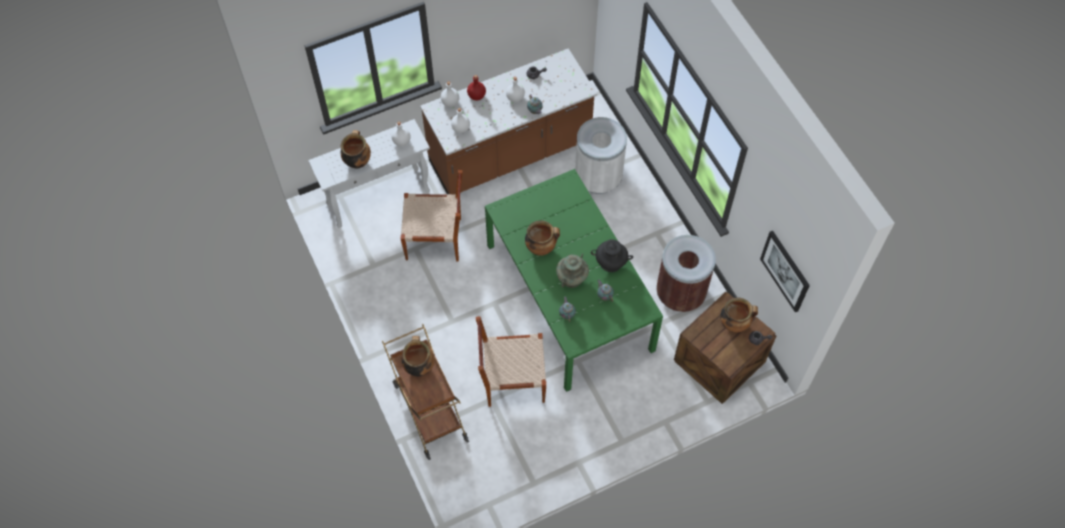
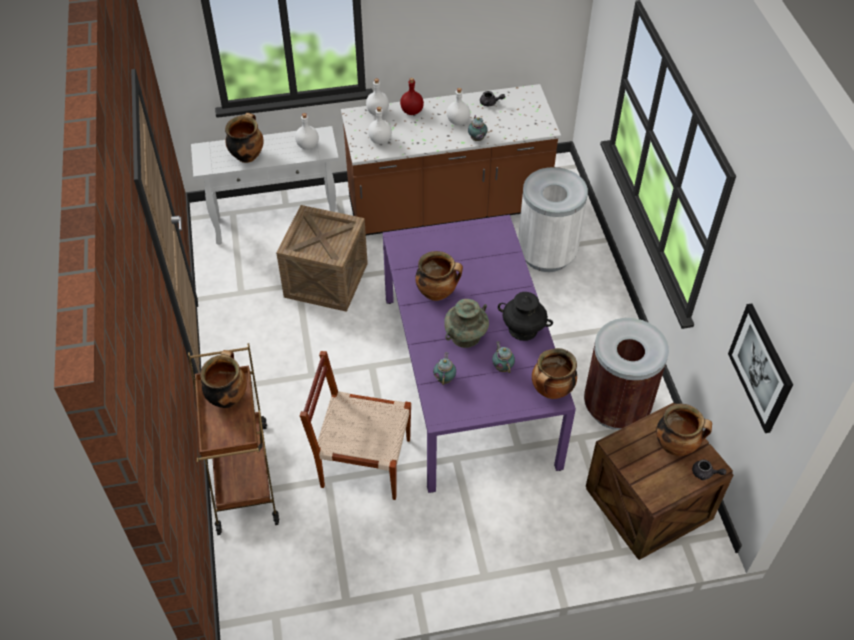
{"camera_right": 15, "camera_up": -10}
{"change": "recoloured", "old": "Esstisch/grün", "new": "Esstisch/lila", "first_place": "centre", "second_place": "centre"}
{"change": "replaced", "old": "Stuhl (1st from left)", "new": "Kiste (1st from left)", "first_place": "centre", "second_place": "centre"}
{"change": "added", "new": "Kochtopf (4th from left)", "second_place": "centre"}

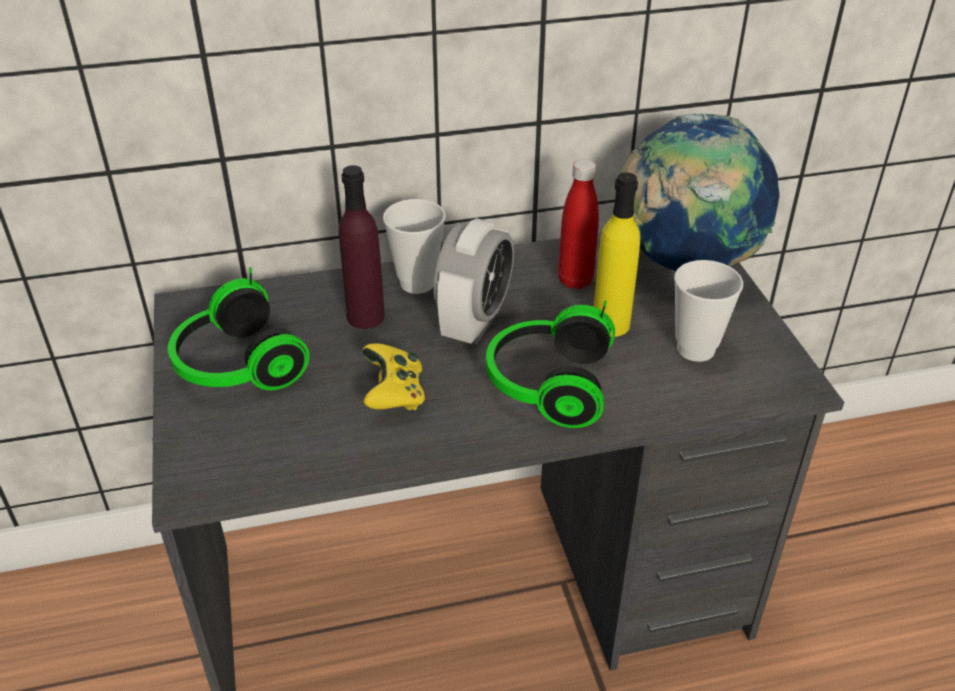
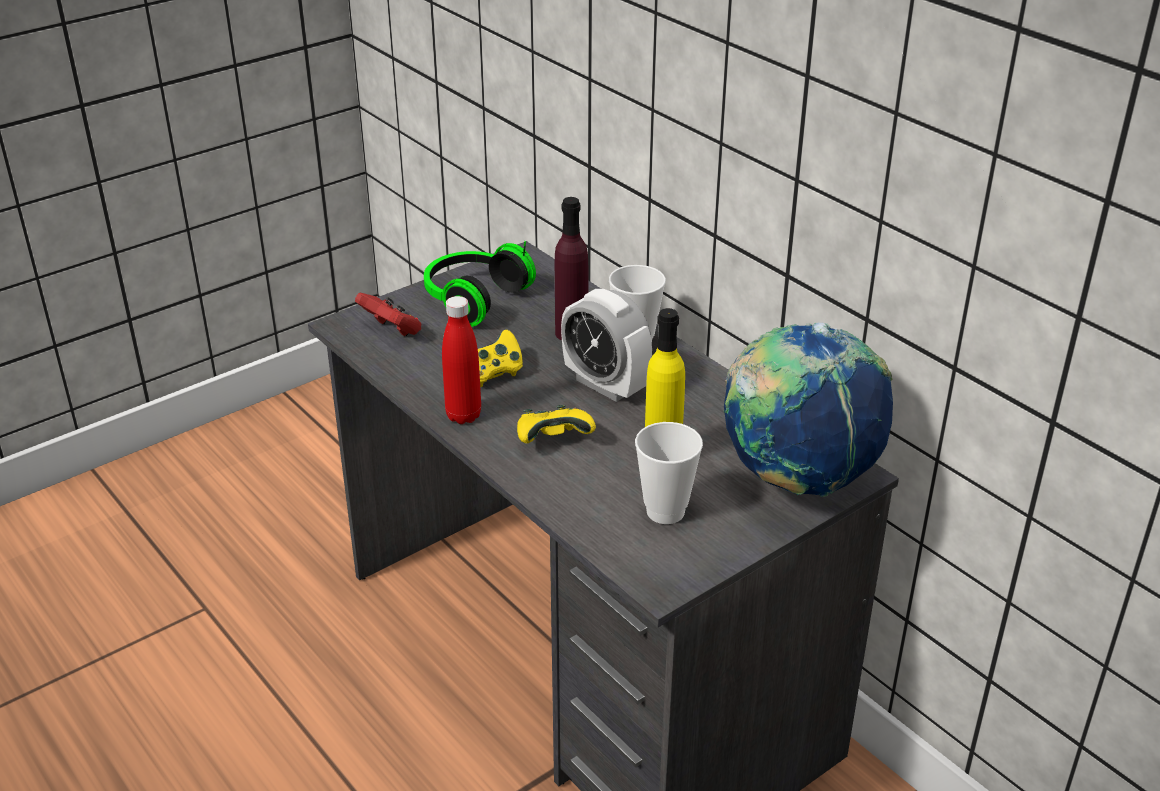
{"camera_right": 65, "camera_up": -5}
{"change": "moved", "old": "Flasche/rot", "first_place": "top centre", "second_place": "centre"}
{"change": "turned", "old": "Wecker", "first_place": "centre", "second_place": "centre", "degrees": 45}
{"change": "replaced", "old": "Kopfhörer (2nd from left)", "new": "Gamepad/gelb (2nd from left)", "first_place": "centre", "second_place": "centre"}
{"change": "added", "new": "Gamepad/rot", "second_place": "centre"}

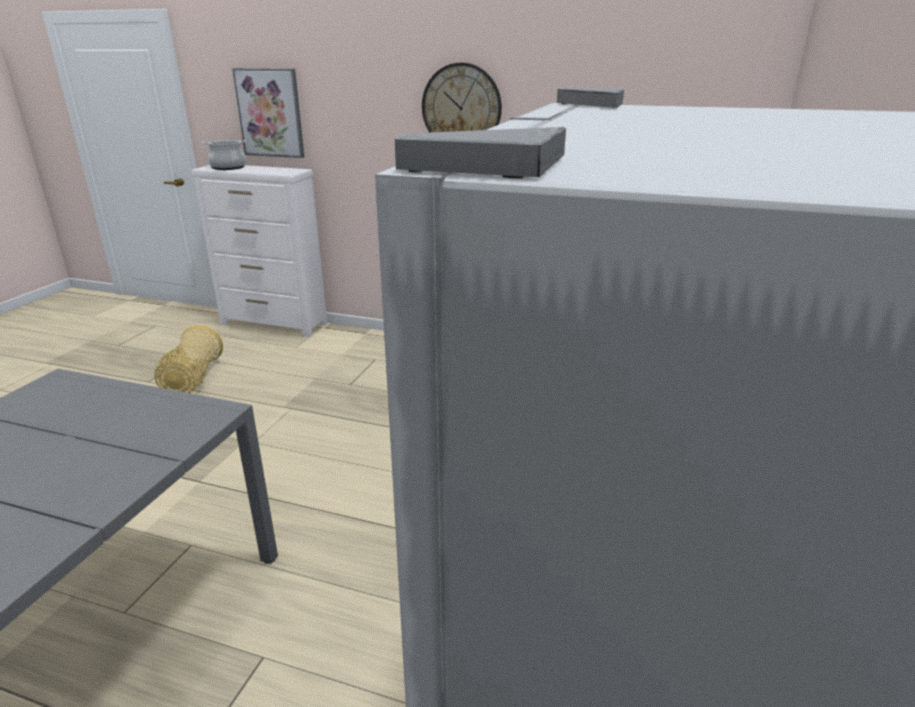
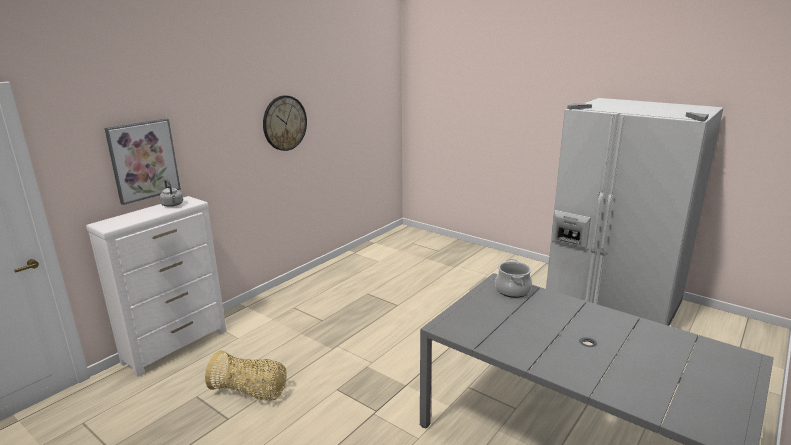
{"camera_right": -70, "camera_up": -5}
{"change": "moved", "old": "Kochtopf", "first_place": "top left", "second_place": "centre"}
{"change": "added", "new": "Wasserkessel/grau", "second_place": "middle left"}

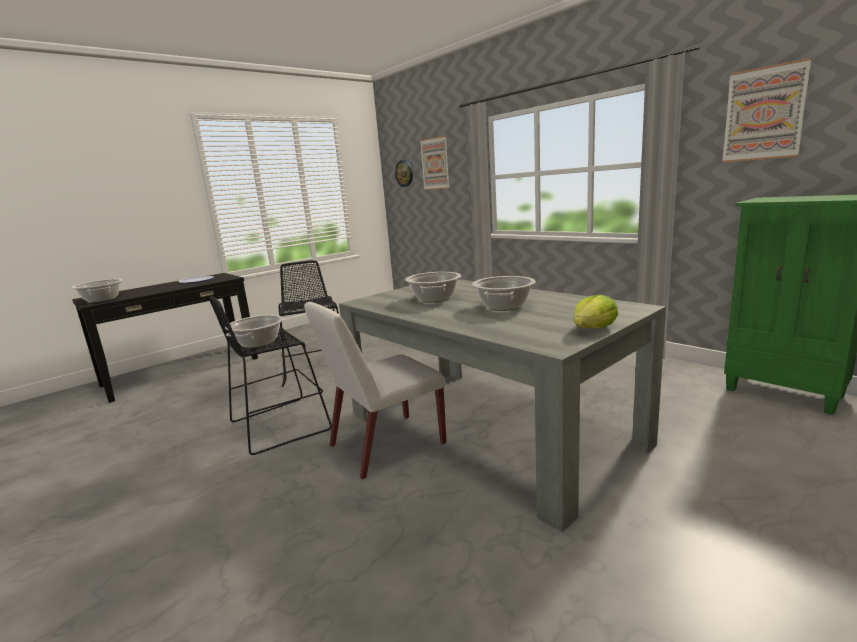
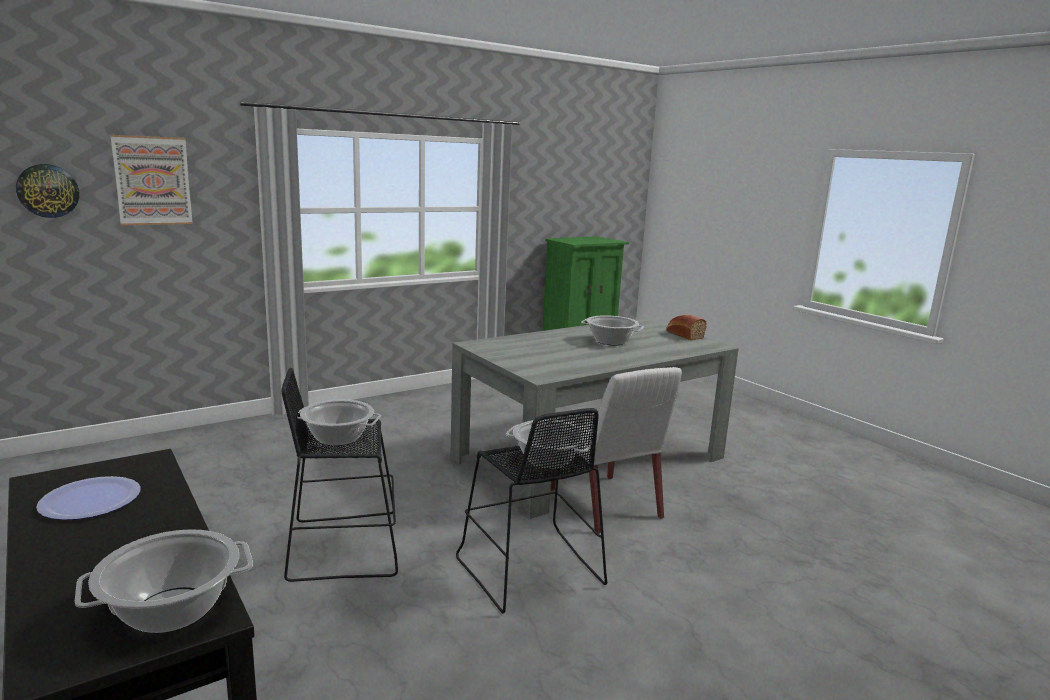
{"camera_right": -85, "camera_up": 0}
{"change": "removed", "old": "Bild (2nd from left)", "first_place": "top right"}
{"change": "moved", "old": "Kochtopf (3rd from left in the first image)", "new": "Kochtopf (2nd from left)", "first_place": "centre", "second_place": "middle left"}
{"change": "replaced", "old": "Salatkopf", "new": "Brot", "first_place": "middle right", "second_place": "centre"}

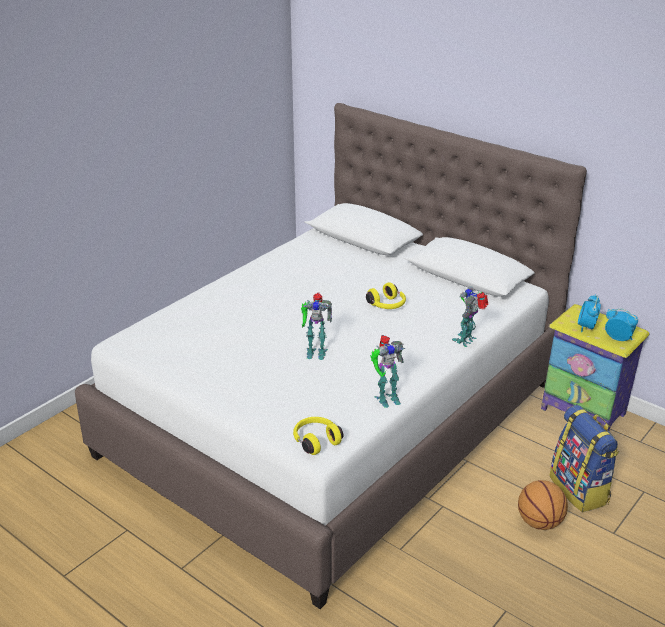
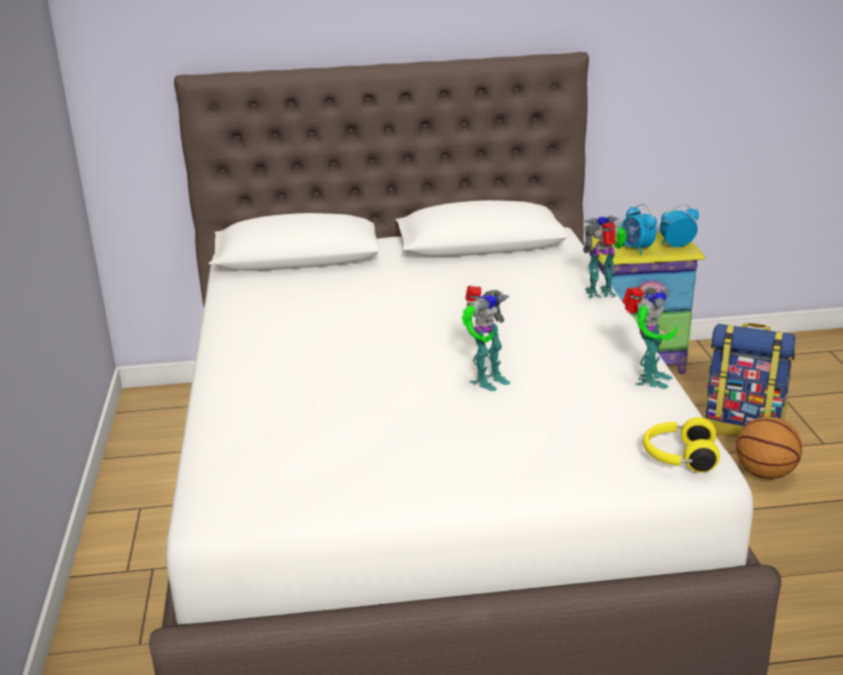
{"camera_right": -45, "camera_up": -5}
{"change": "removed", "old": "Kopfhörer/gelb (2nd from left)", "first_place": "centre"}
{"change": "turned", "old": "Spielzeugroboter (3rd from left in the first image)", "first_place": "middle right", "second_place": "middle right", "degrees": 90}

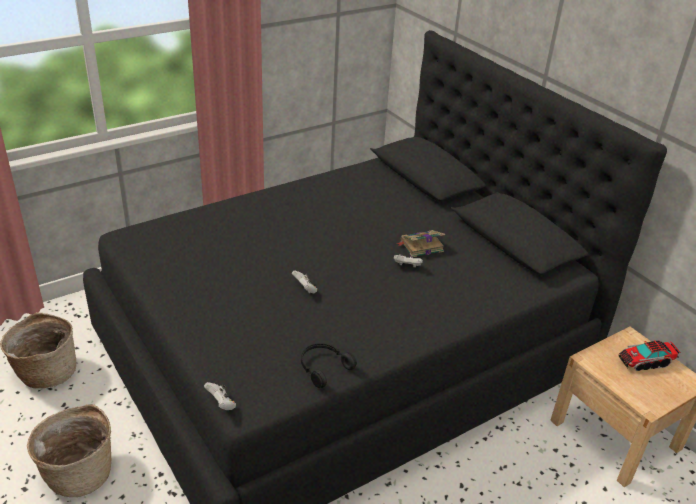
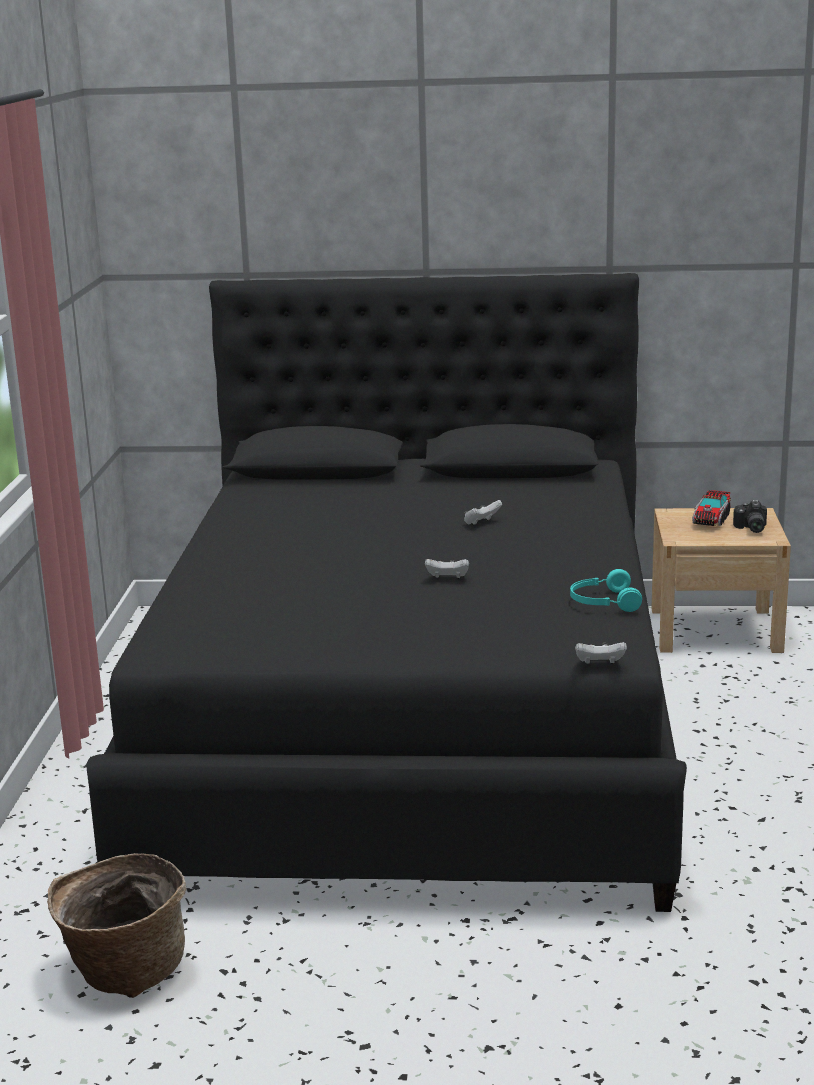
{"camera_right": -50, "camera_up": -15}
{"change": "removed", "old": "Buch", "first_place": "centre"}
{"change": "recoloured", "old": "Kopfhörer/schwarz", "new": "Kopfhörer/türkis", "first_place": "bottom centre", "second_place": "middle right"}
{"change": "removed", "old": "Korb (2nd from left)", "first_place": "bottom left"}
{"change": "added", "new": "Kamera", "second_place": "middle right"}

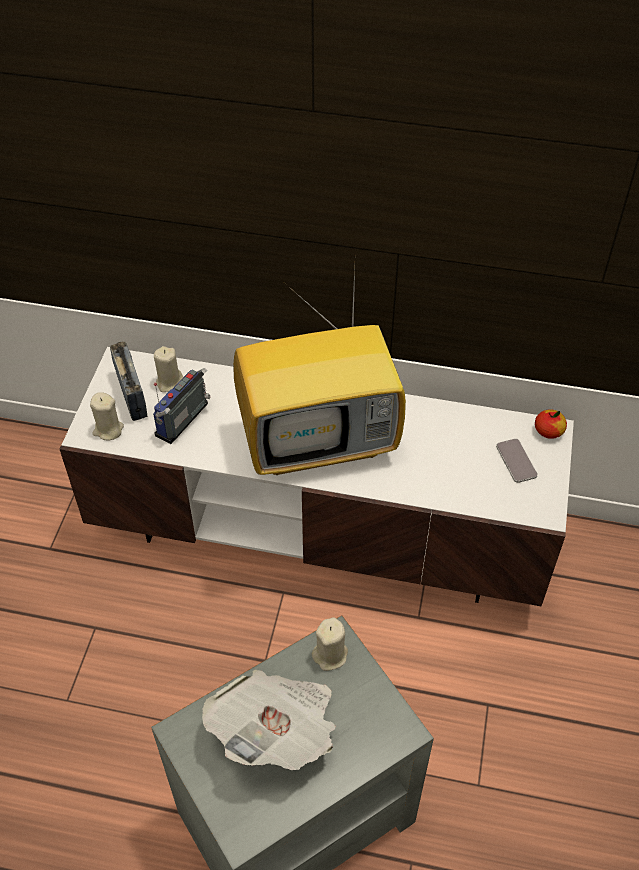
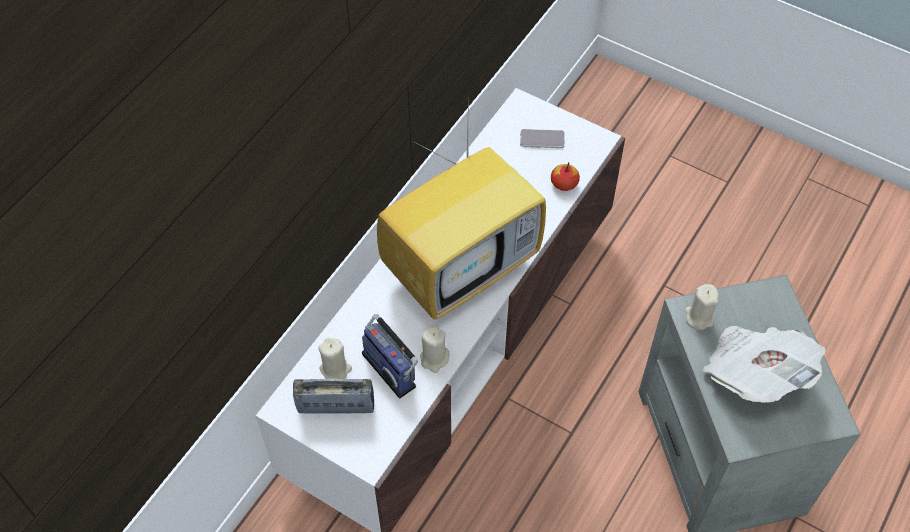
{"camera_right": -70, "camera_up": 5}
{"change": "turned", "old": "Fernseher", "first_place": "centre", "second_place": "centre", "degrees": 45}
{"change": "moved", "old": "Kerze/beige (1st from left in the first image)", "new": "Kerze/beige (2nd from left)", "first_place": "middle left", "second_place": "centre"}
{"change": "moved", "old": "Apfel", "first_place": "middle right", "second_place": "top centre"}

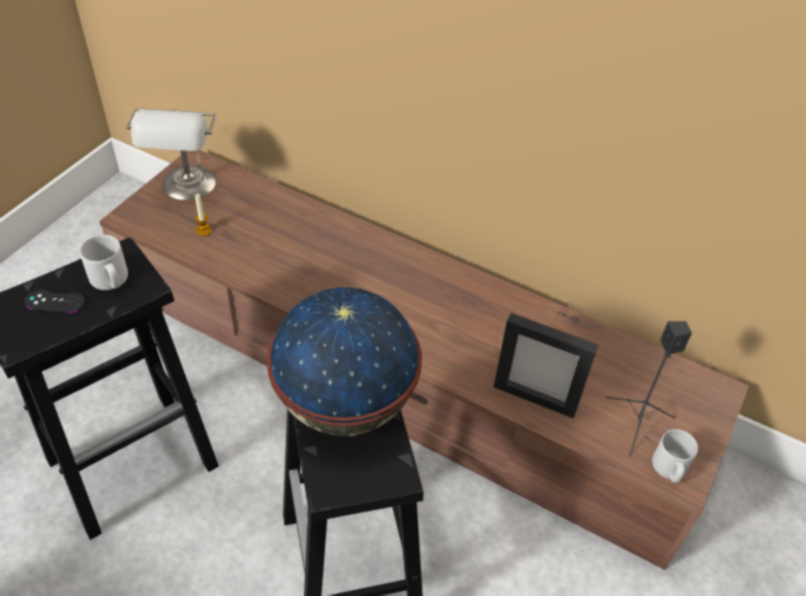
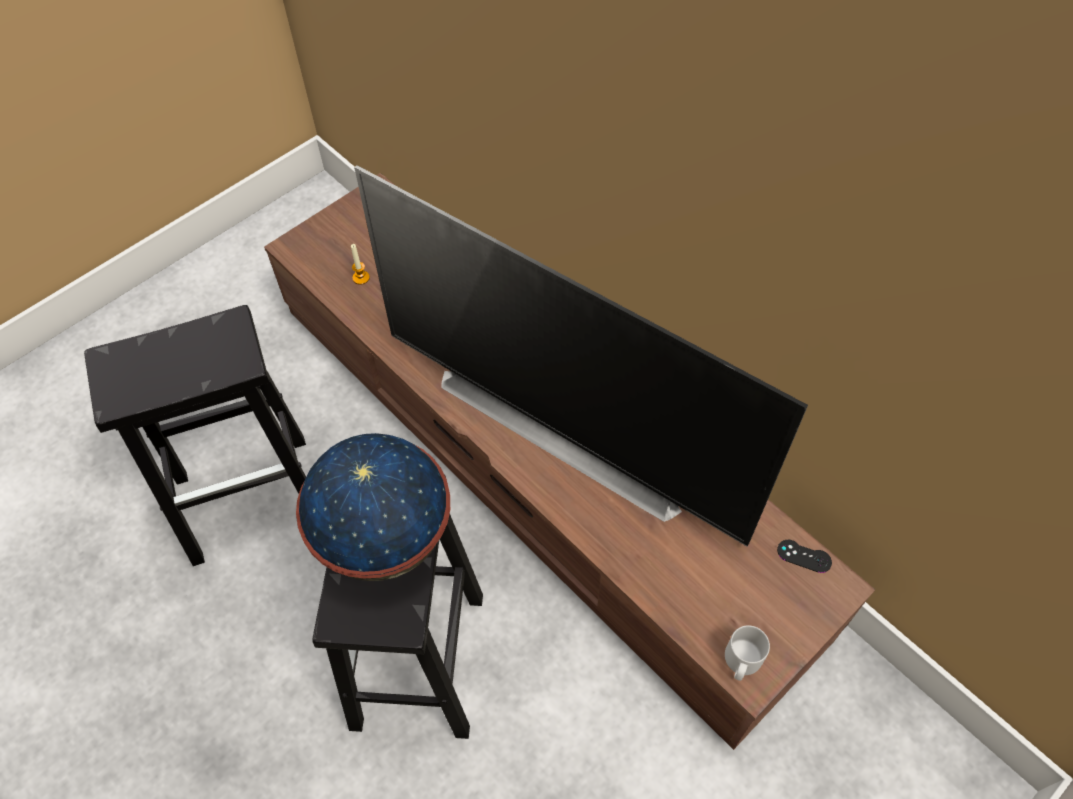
{"camera_right": 20, "camera_up": 10}
{"change": "removed", "old": "Tischlampe/weiß", "first_place": "top left"}
{"change": "removed", "old": "Henkelbecher/grau (1st from left)", "first_place": "middle left"}
{"change": "moved", "old": "Gamepad/schwarz", "first_place": "middle left", "second_place": "bottom right"}
{"change": "removed", "old": "Bilderrahmen", "first_place": "middle right"}
{"change": "removed", "old": "Lautsprecher/schwarz", "first_place": "middle right"}
{"change": "added", "new": "Fernseher", "second_place": "centre"}

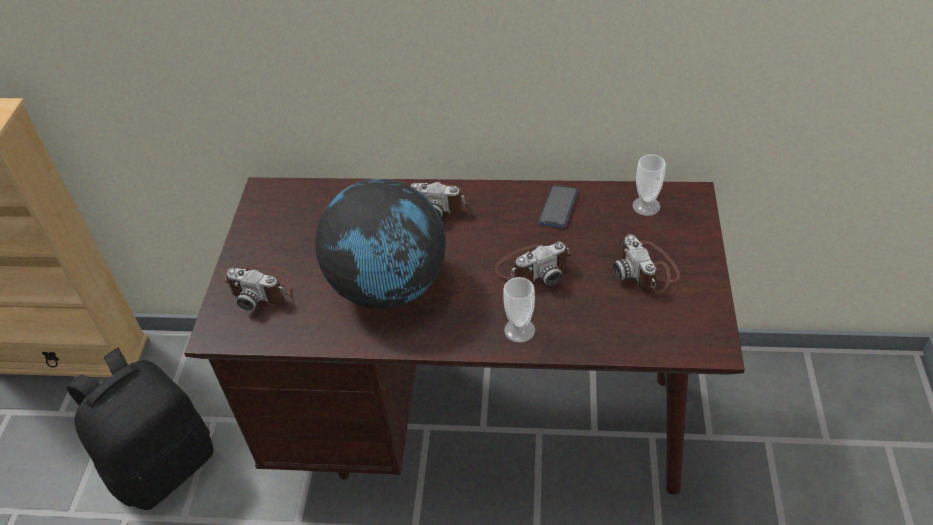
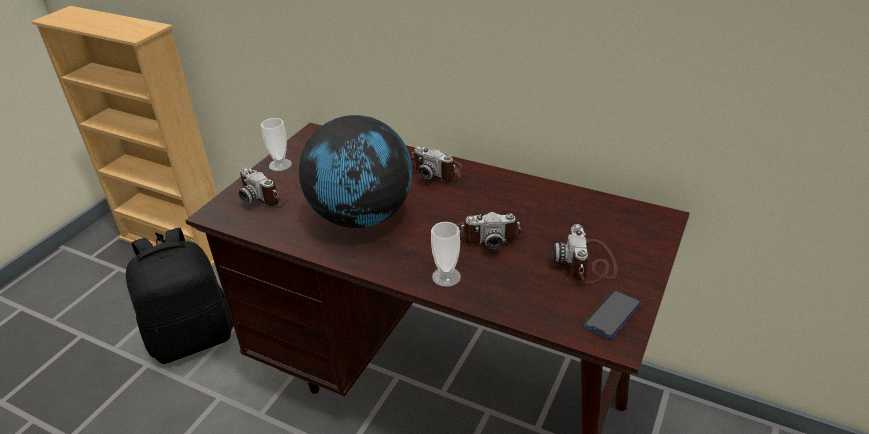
{"camera_right": 20, "camera_up": -10}
{"change": "moved", "old": "Tasse (2nd from left in the first image)", "new": "Tasse (1st from left)", "first_place": "middle right", "second_place": "top left"}
{"change": "moved", "old": "Handy", "first_place": "centre", "second_place": "bottom right"}

